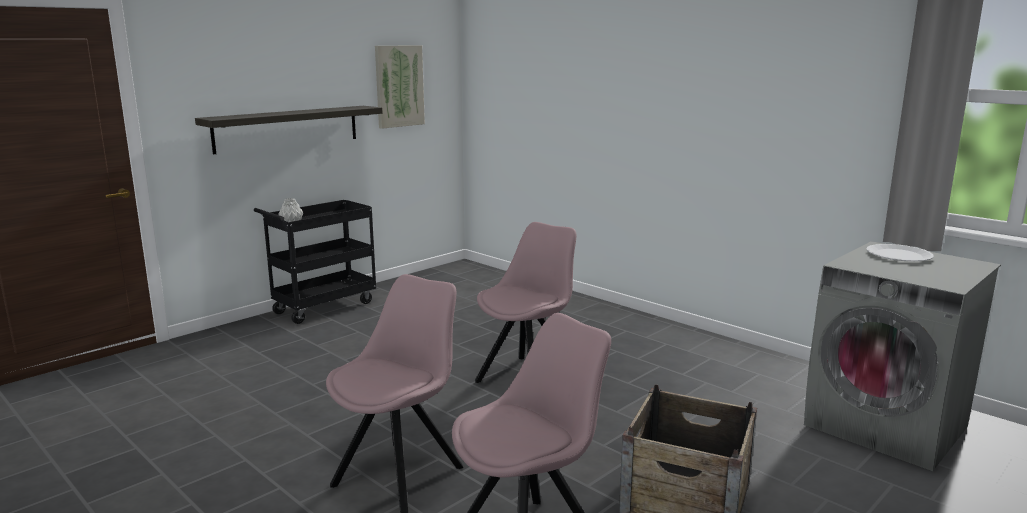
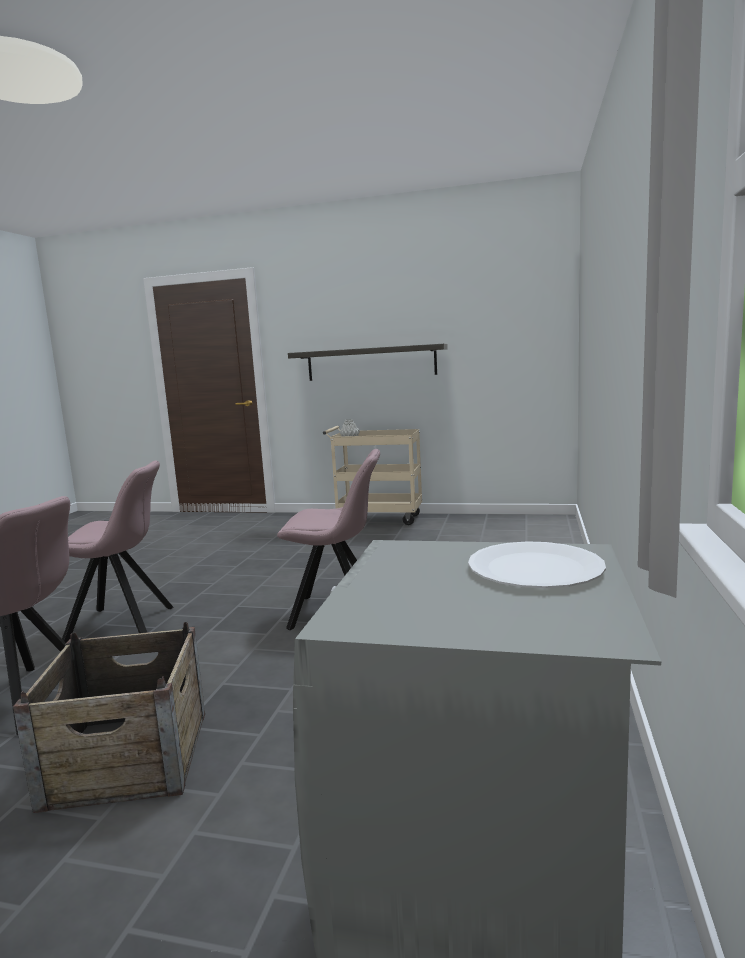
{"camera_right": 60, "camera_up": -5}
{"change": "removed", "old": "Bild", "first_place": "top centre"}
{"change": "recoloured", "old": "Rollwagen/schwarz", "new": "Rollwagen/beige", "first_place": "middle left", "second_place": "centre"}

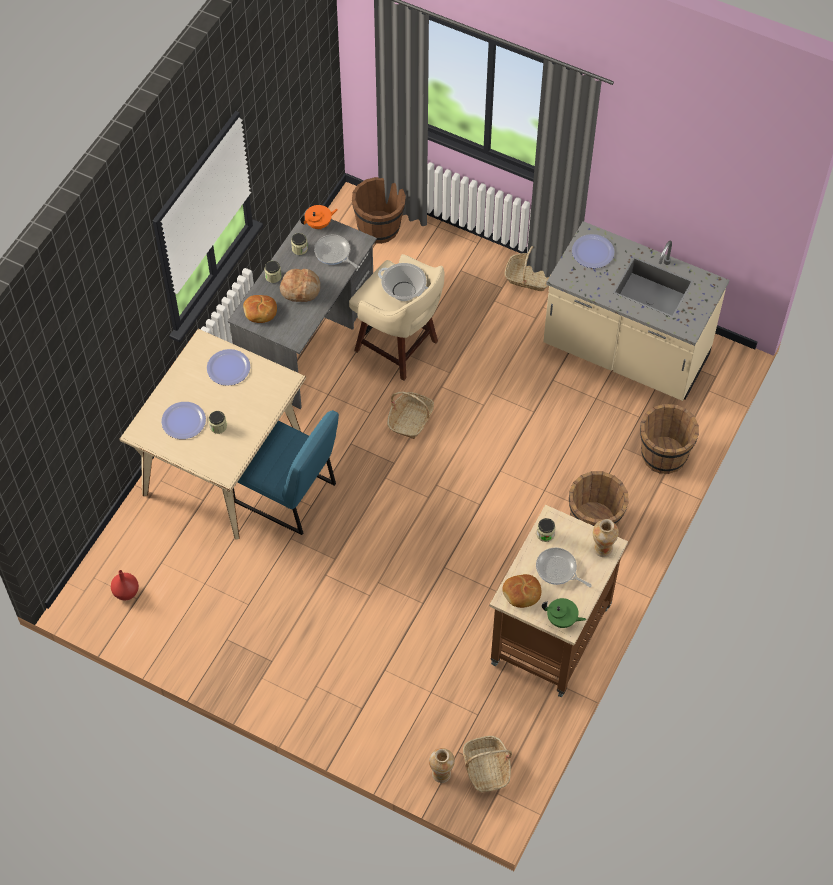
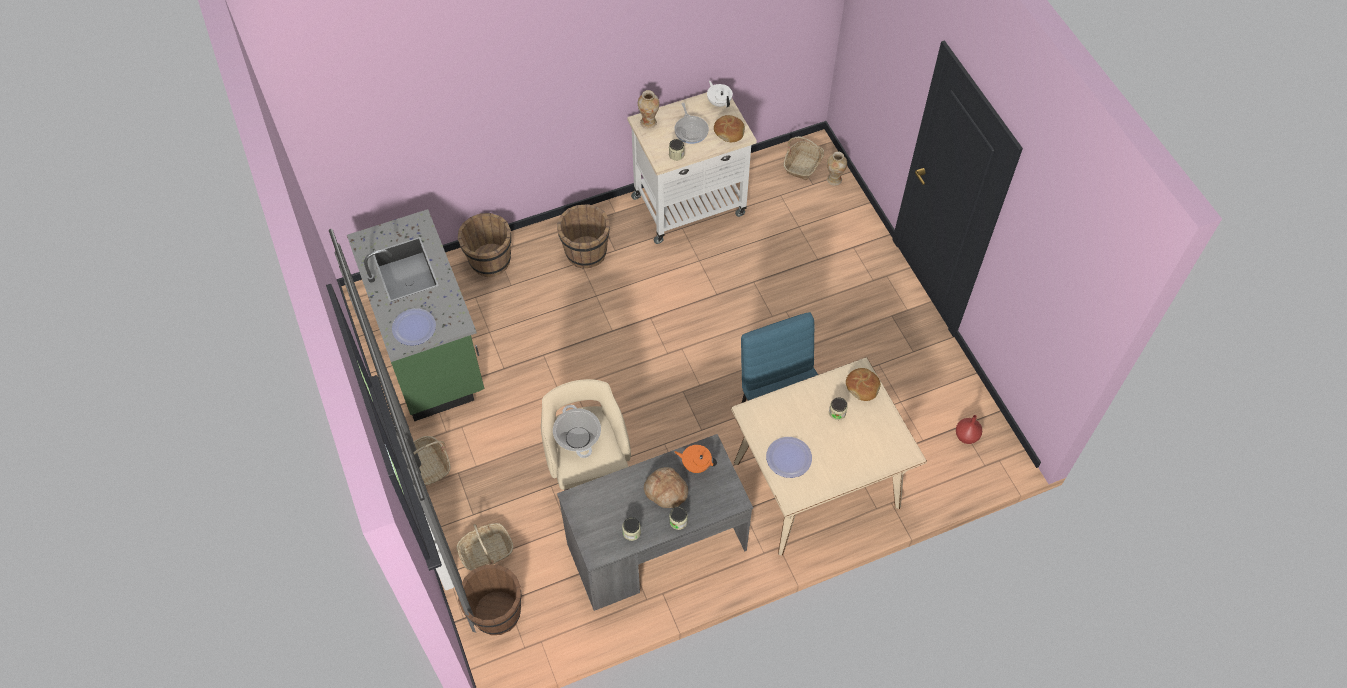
{"camera_right": -140, "camera_up": 0}
{"change": "moved", "old": "Teekanne/orange", "first_place": "top centre", "second_place": "bottom centre"}
{"change": "recoloured", "old": "Küchenzeile/beige", "new": "Küchenzeile/grün", "first_place": "middle right", "second_place": "middle left"}
{"change": "removed", "old": "Pfanne (1st from left)", "first_place": "top centre"}
{"change": "moved", "old": "Brot (1st from left in the first image)", "new": "Brot (3rd from left)", "first_place": "middle left", "second_place": "centre"}
{"change": "moved", "old": "Korb (1st from left in the first image)", "new": "Korb (2nd from left)", "first_place": "centre", "second_place": "bottom centre"}
{"change": "removed", "old": "Teller (1st from left)", "first_place": "middle left"}
{"change": "recoloured", "old": "Rollwagen/braun", "new": "Rollwagen/weiß", "first_place": "bottom right", "second_place": "top centre"}
{"change": "recoloured", "old": "Teekanne/grün", "new": "Teekanne/weiß", "first_place": "bottom right", "second_place": "top centre"}

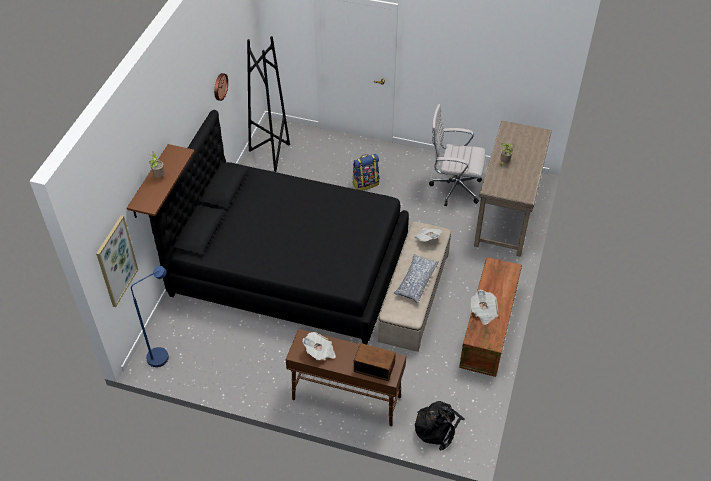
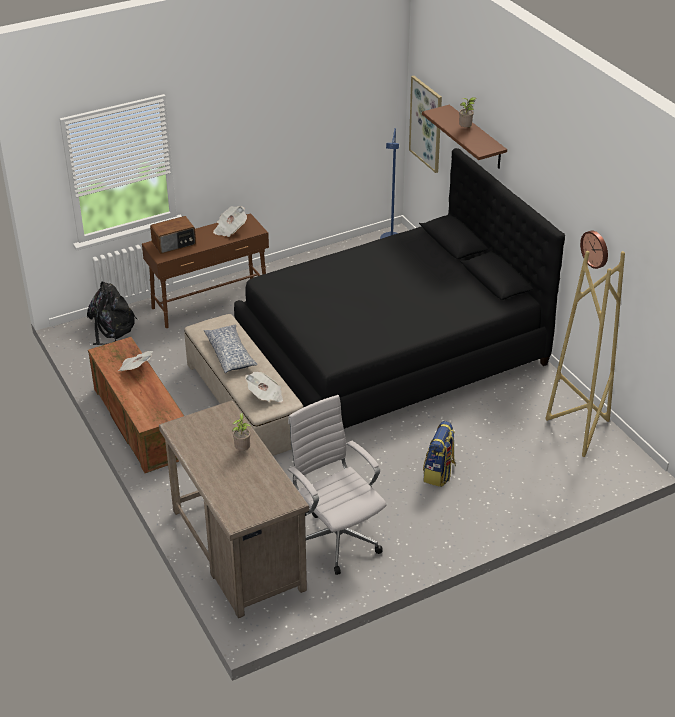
{"camera_right": 135, "camera_up": -10}
{"change": "recoloured", "old": "Kleiderständer/schwarz", "new": "Kleiderständer/gelb", "first_place": "top centre", "second_place": "middle right"}
{"change": "turned", "old": "Bürostuhl/weiß", "first_place": "top centre", "second_place": "bottom centre", "degrees": -90}

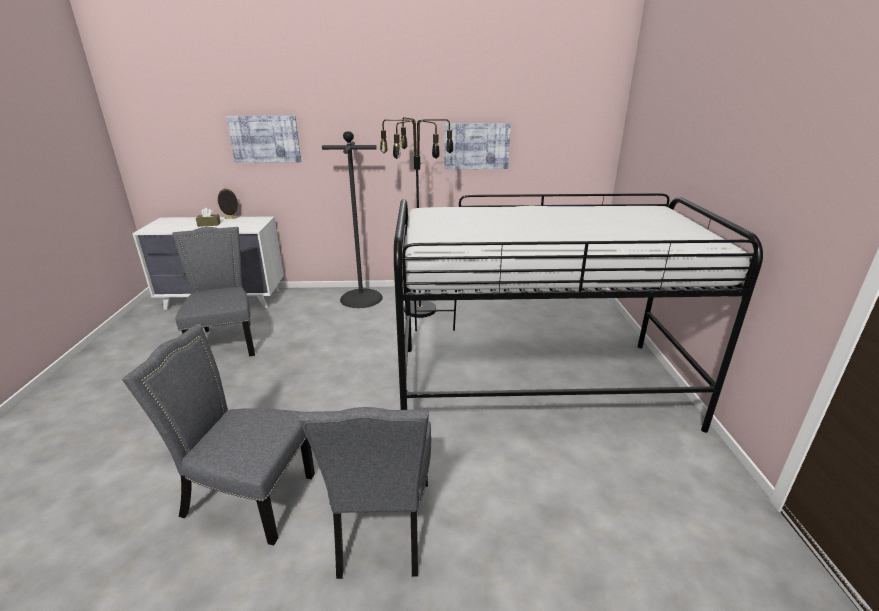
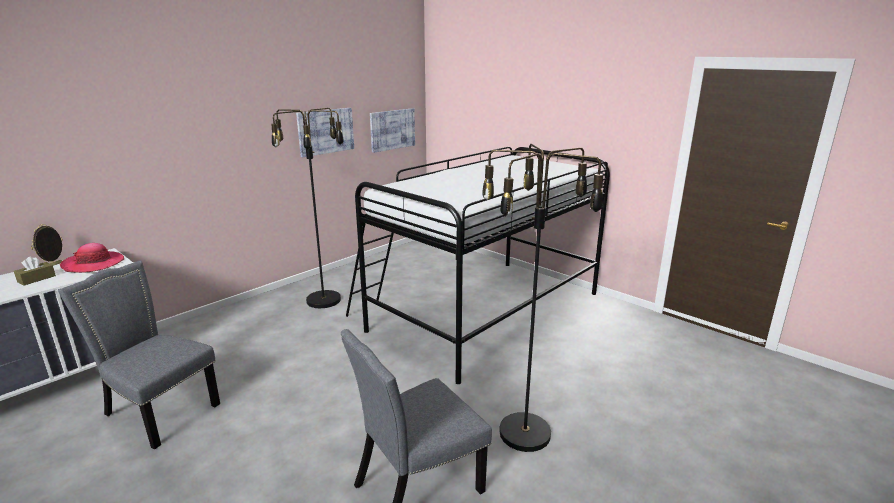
{"camera_right": -45, "camera_up": -5}
{"change": "moved", "old": "Bild (1st from left in the first image)", "new": "Bild (2nd from left)", "first_place": "top left", "second_place": "top centre"}
{"change": "removed", "old": "Kleiderständer/schwarz", "first_place": "centre"}
{"change": "replaced", "old": "Stuhl/grau (3rd from left)", "new": "Stehlampe (2nd from left)", "first_place": "bottom centre", "second_place": "centre"}
{"change": "added", "new": "Hut", "second_place": "middle left"}

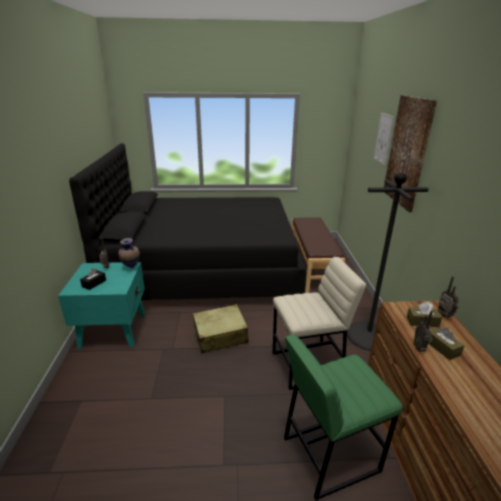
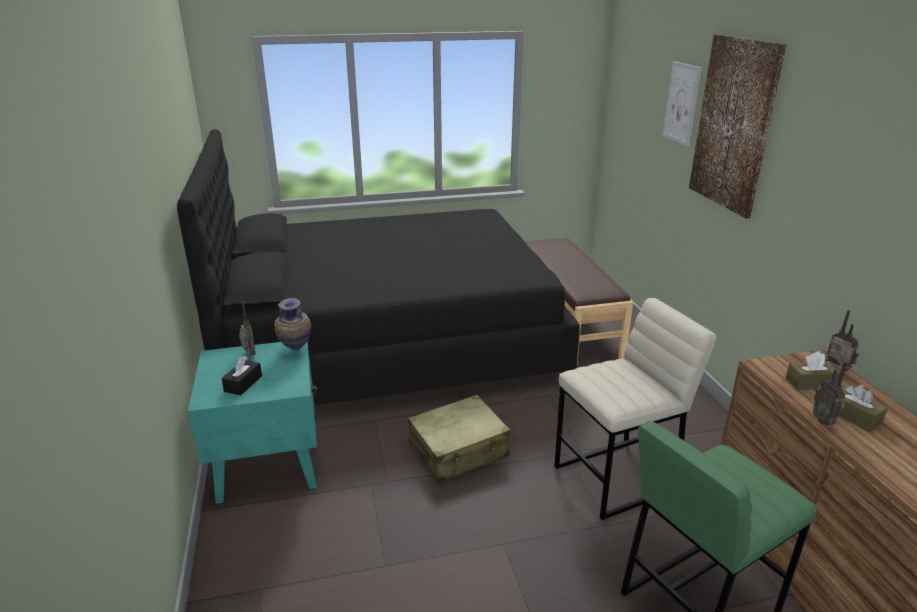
{"camera_right": -10, "camera_up": 0}
{"change": "removed", "old": "Kleiderständer/schwarz", "first_place": "middle right"}

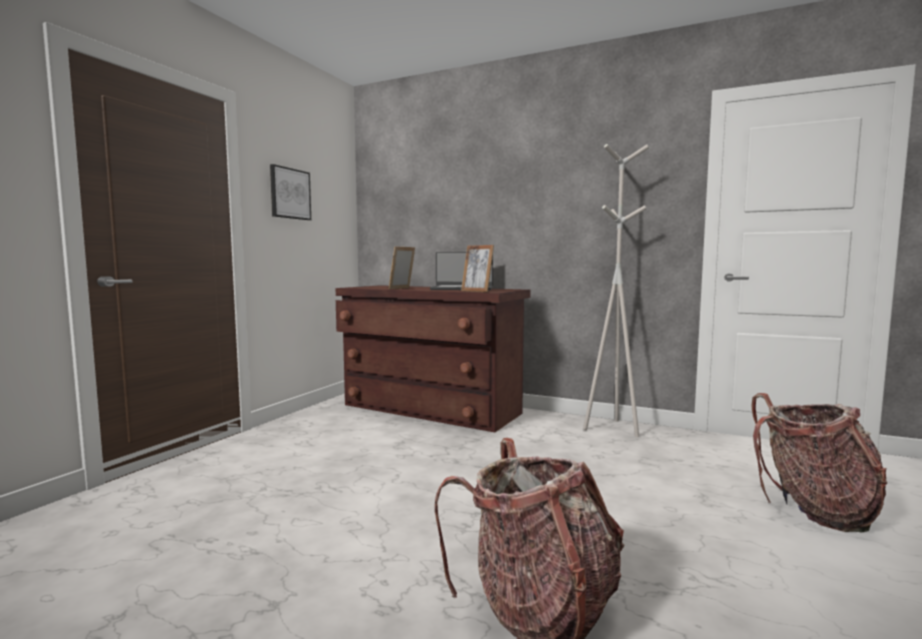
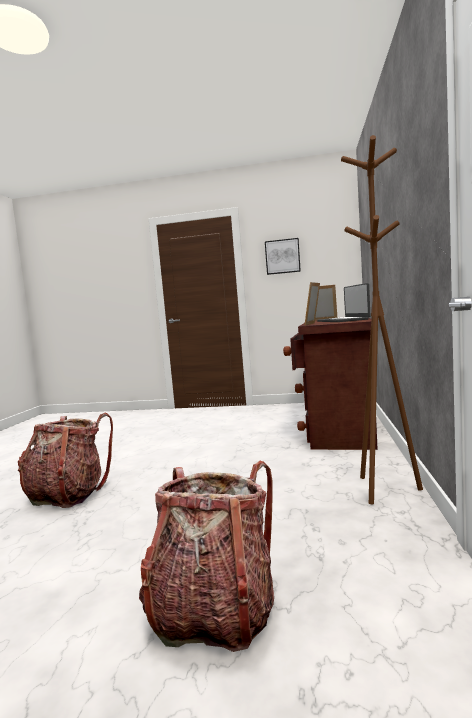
{"camera_right": 75, "camera_up": 0}
{"change": "recoloured", "old": "Kleiderständer/grau", "new": "Kleiderständer/braun", "first_place": "middle right", "second_place": "middle right"}

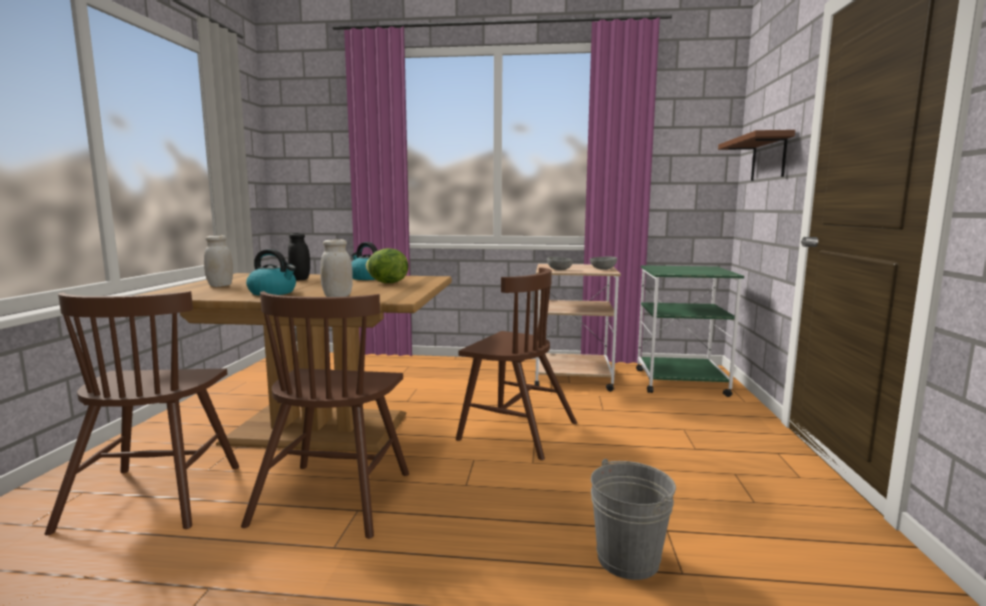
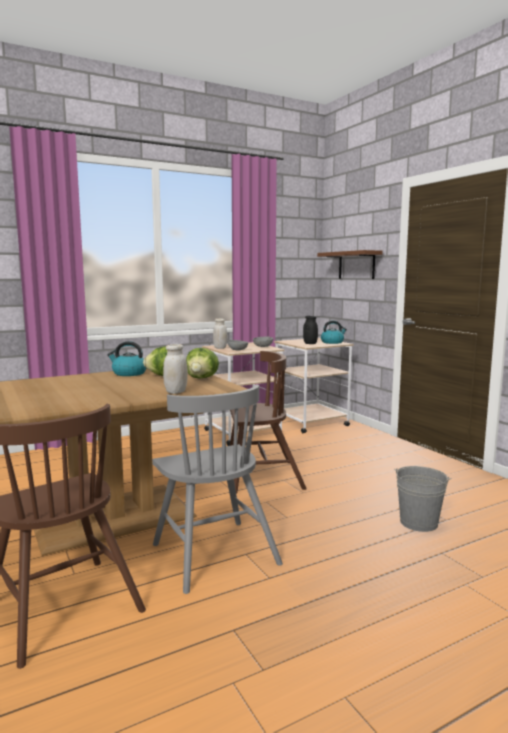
{"camera_right": -35, "camera_up": 0}
{"change": "moved", "old": "Vorratsglas/schwarz", "first_place": "middle left", "second_place": "centre"}
{"change": "moved", "old": "Vorratsglas/weiß (1st from left in the first image)", "new": "Vorratsglas/weiß (2nd from left)", "first_place": "middle left", "second_place": "centre"}
{"change": "moved", "old": "Wasserkessel (1st from left in the first image)", "new": "Wasserkessel (2nd from left)", "first_place": "middle left", "second_place": "centre"}
{"change": "recoloured", "old": "Rollwagen/grün", "new": "Rollwagen/beige (2nd from left)", "first_place": "middle right", "second_place": "centre"}
{"change": "recoloured", "old": "Stuhl/braun (2nd from left)", "new": "Stuhl/grau", "first_place": "bottom left", "second_place": "bottom centre"}
{"change": "added", "new": "Salatkopf (2nd from left)", "second_place": "centre"}

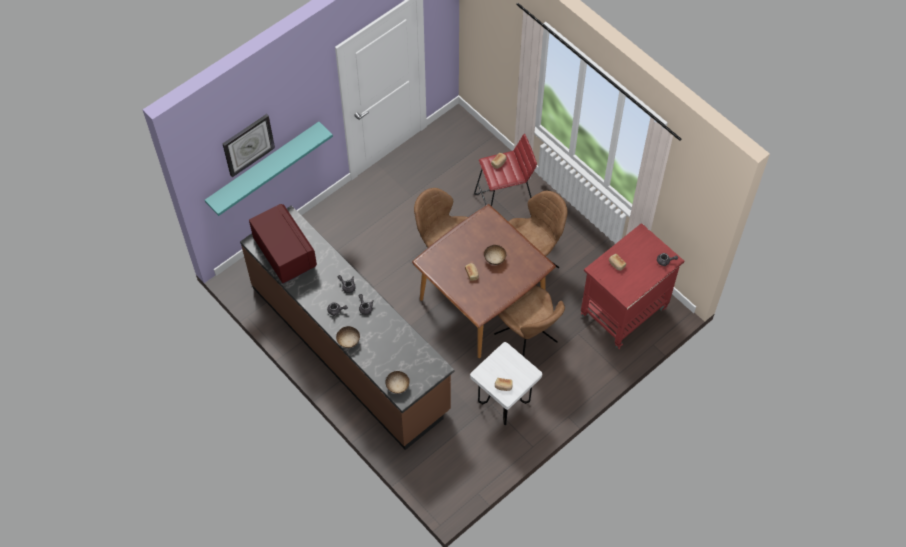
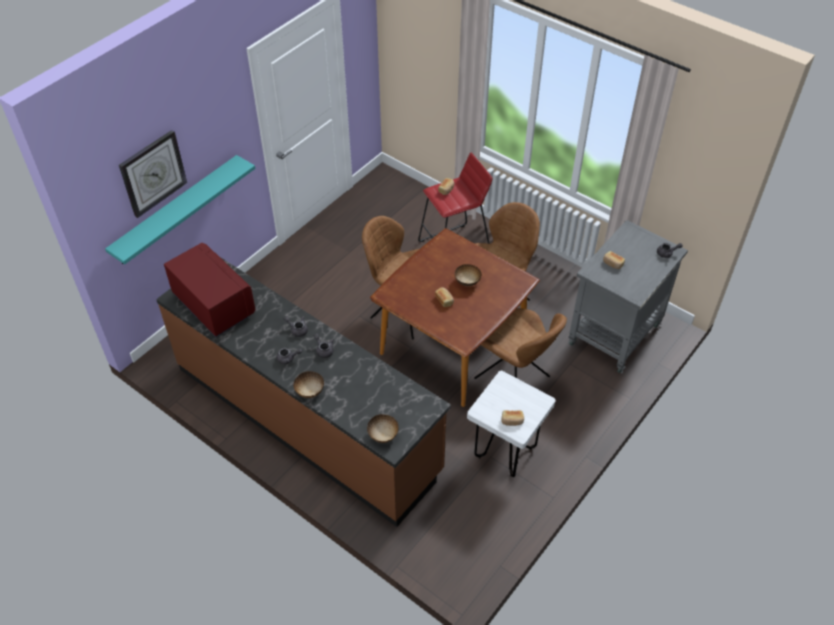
{"camera_right": -10, "camera_up": -10}
{"change": "recoloured", "old": "Rollwagen/rot", "new": "Rollwagen/grau", "first_place": "middle right", "second_place": "middle right"}

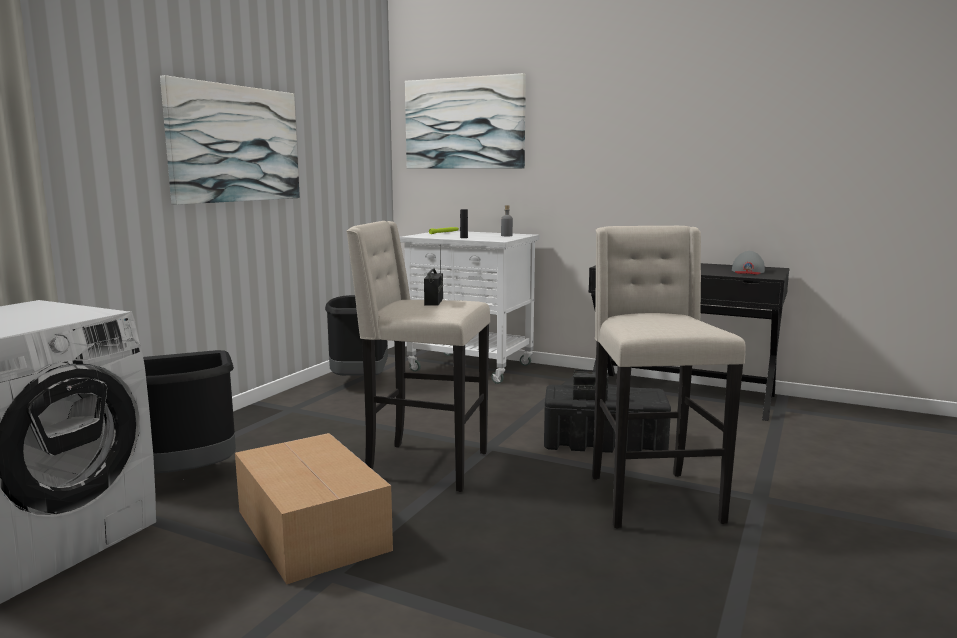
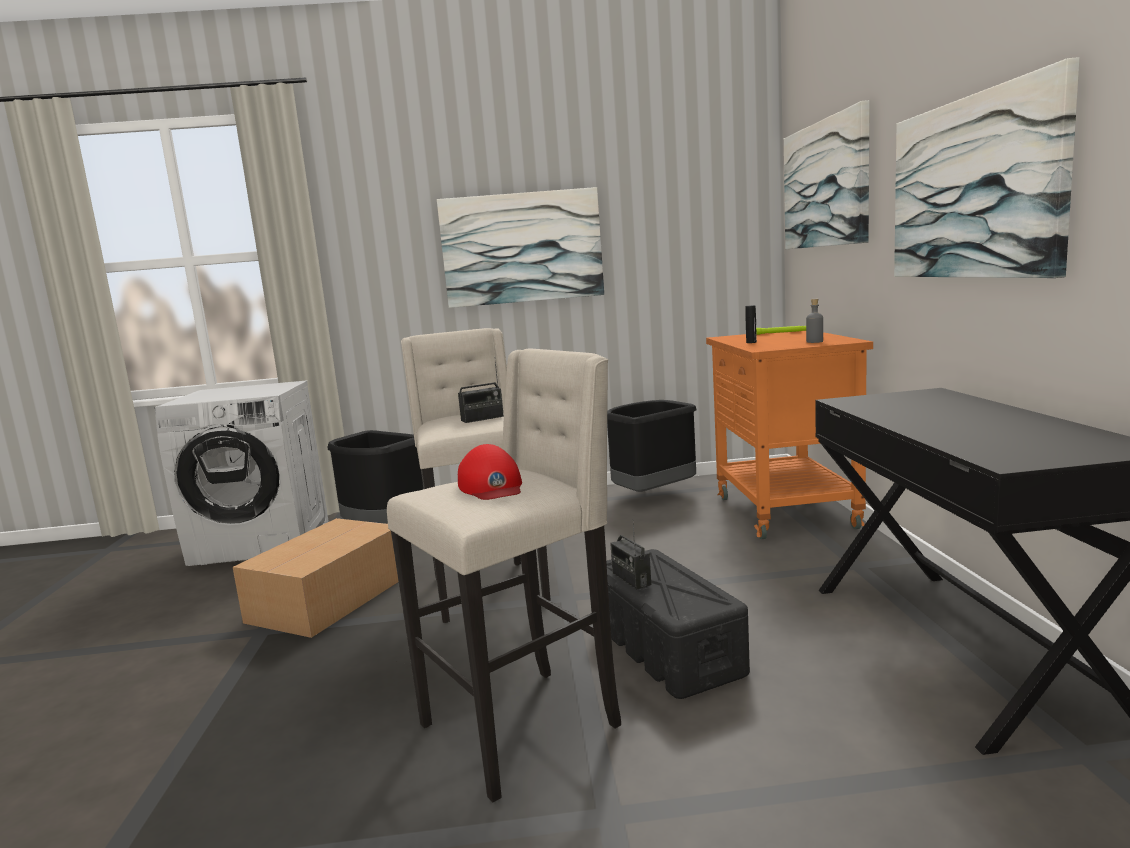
{"camera_right": 60, "camera_up": 0}
{"change": "recoloured", "old": "Rollwagen/weiß", "new": "Rollwagen/orange", "first_place": "centre", "second_place": "middle right"}
{"change": "removed", "old": "Kappe/grau", "first_place": "middle right"}
{"change": "added", "new": "Bild (3rd from left)", "second_place": "top right"}
{"change": "added", "new": "Kappe/rot", "second_place": "centre"}

